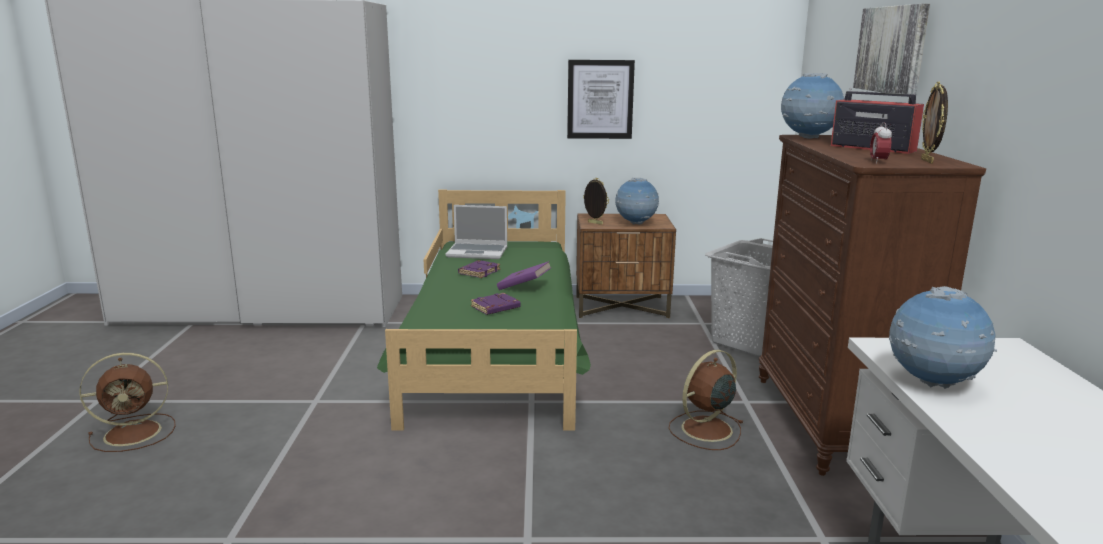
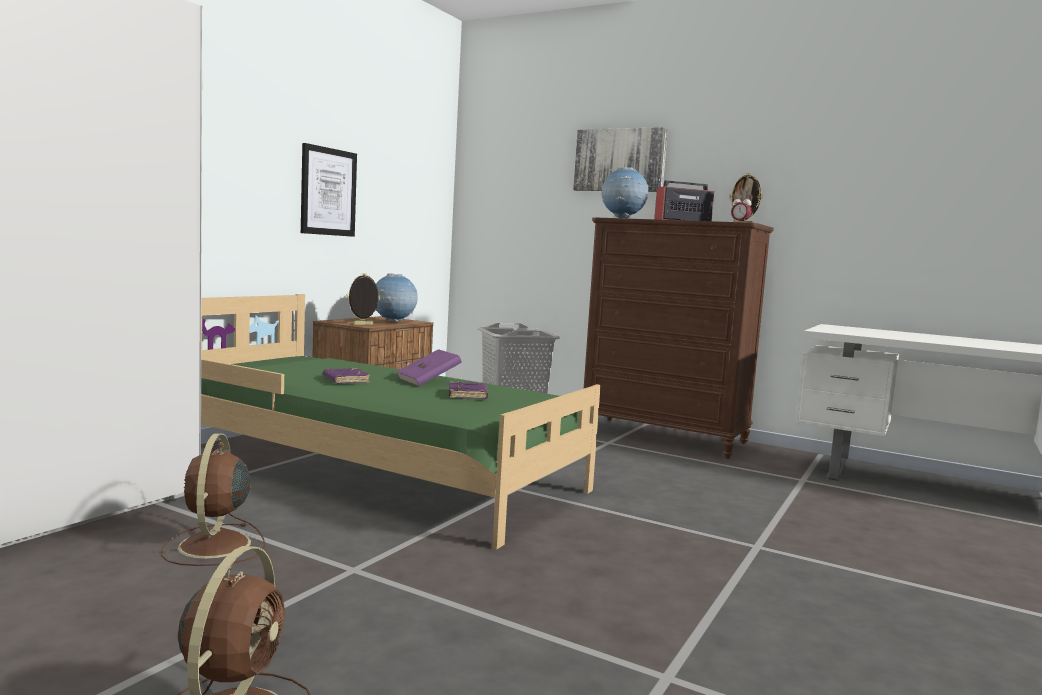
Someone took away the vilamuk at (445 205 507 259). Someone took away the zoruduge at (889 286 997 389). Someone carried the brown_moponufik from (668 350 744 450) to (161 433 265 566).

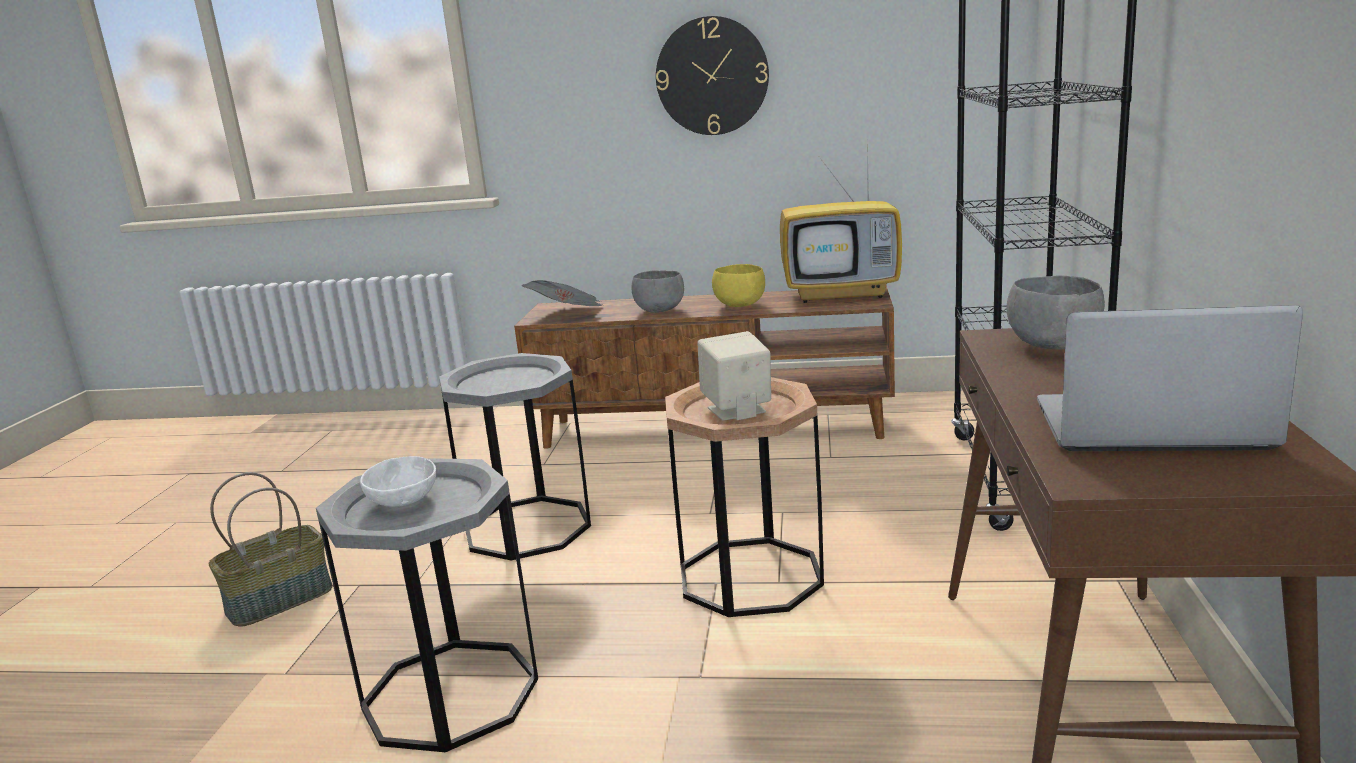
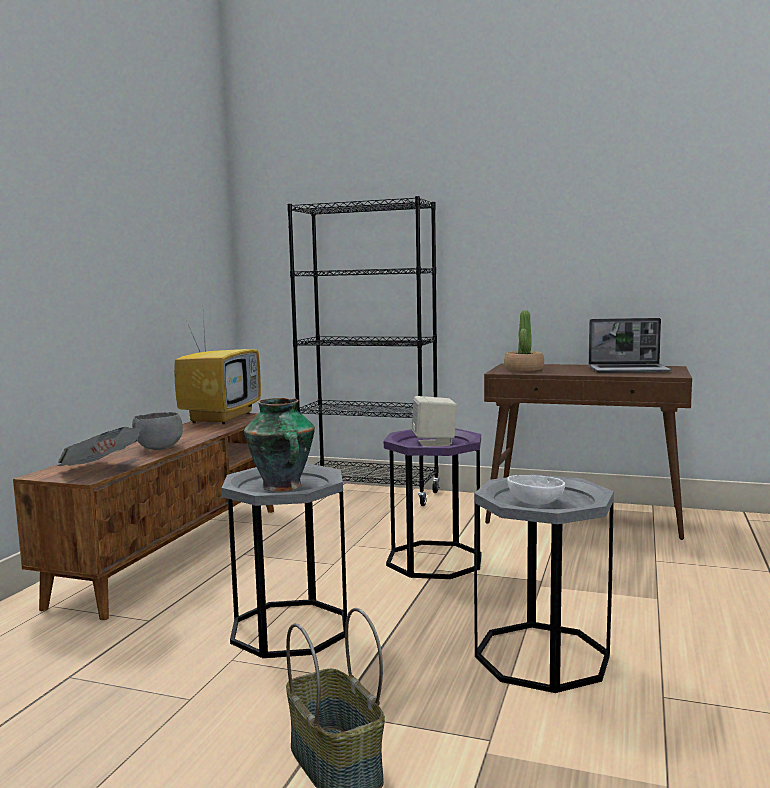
Someone took away the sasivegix at (656 16 769 135). Someone took away the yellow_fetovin at (712 264 765 307). Someone put down the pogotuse at (244 398 315 492). Someone swapped the grey_fetovin at (1007 276 1105 350) for the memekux at (504 310 544 372). Someone repainted the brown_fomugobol at (665 377 824 617), which became the purple_fomugobol at (384 428 481 579). Someone rotated the vilamuk at (1037 305 1303 451) by 105 degrees counterclockwise.

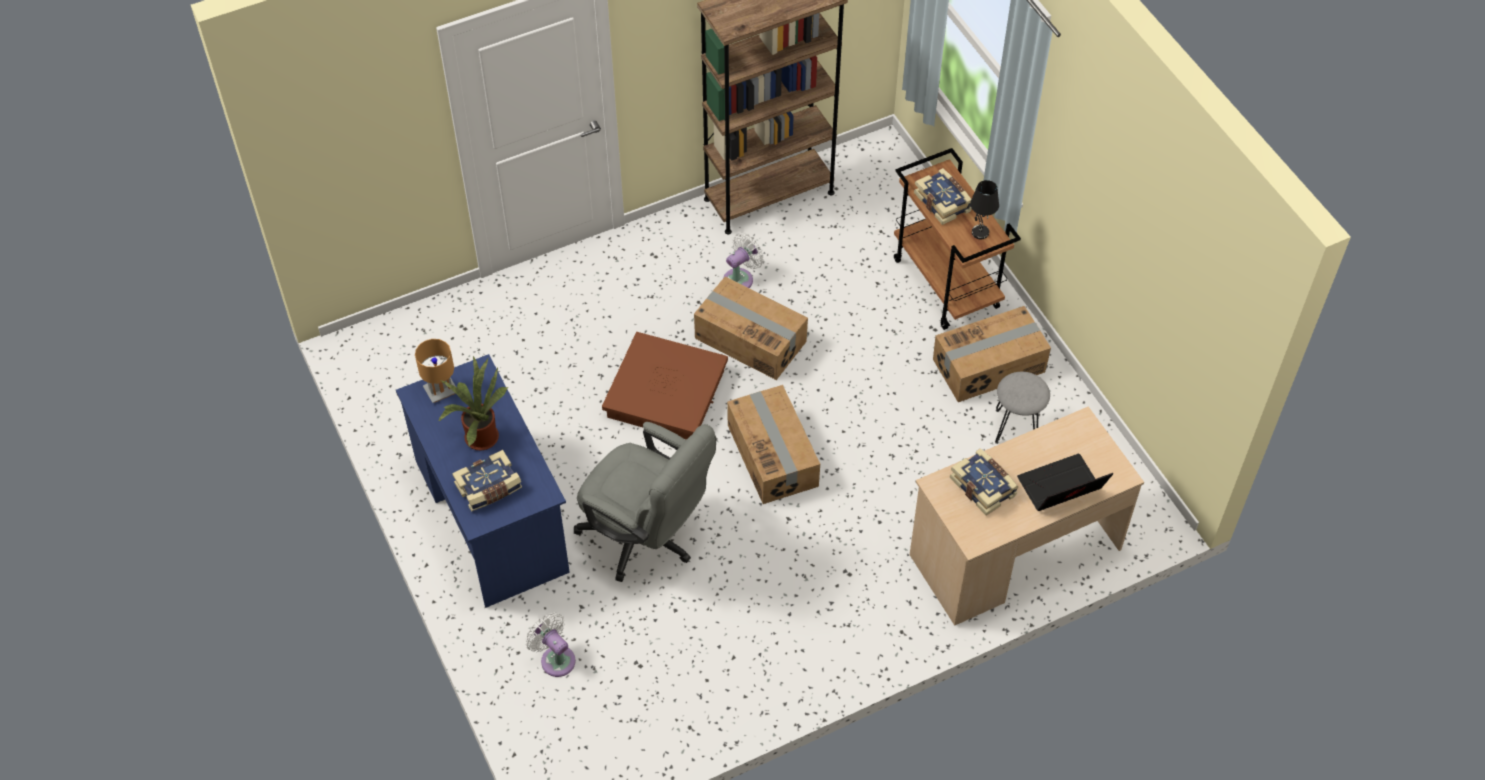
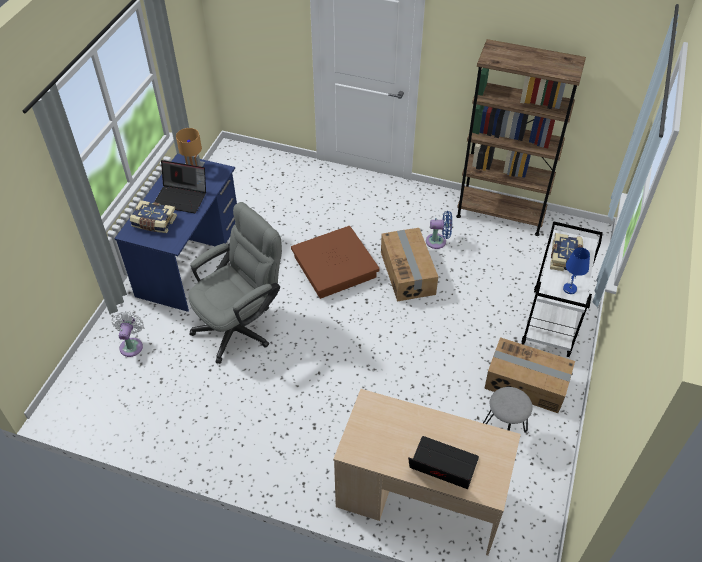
Someone took away the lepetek at (727 385 820 504). Someone took away the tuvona at (950 448 1018 515). Someone swapped the memekux at (439 356 509 451) for the vilamuk at (154 160 206 213). Someone repainted the white_moponufik at (724 233 764 288), which became the blue_moponufik at (426 211 452 249). Someone repainted the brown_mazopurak at (894 148 1021 330), which became the white_mazopurak at (522 221 603 357). Someone repainted the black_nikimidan at (970 180 999 239), which became the blue_nikimidan at (563 247 590 294). Someone rotated the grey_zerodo at (574 422 716 582) by 120 degrees counterclockwise.

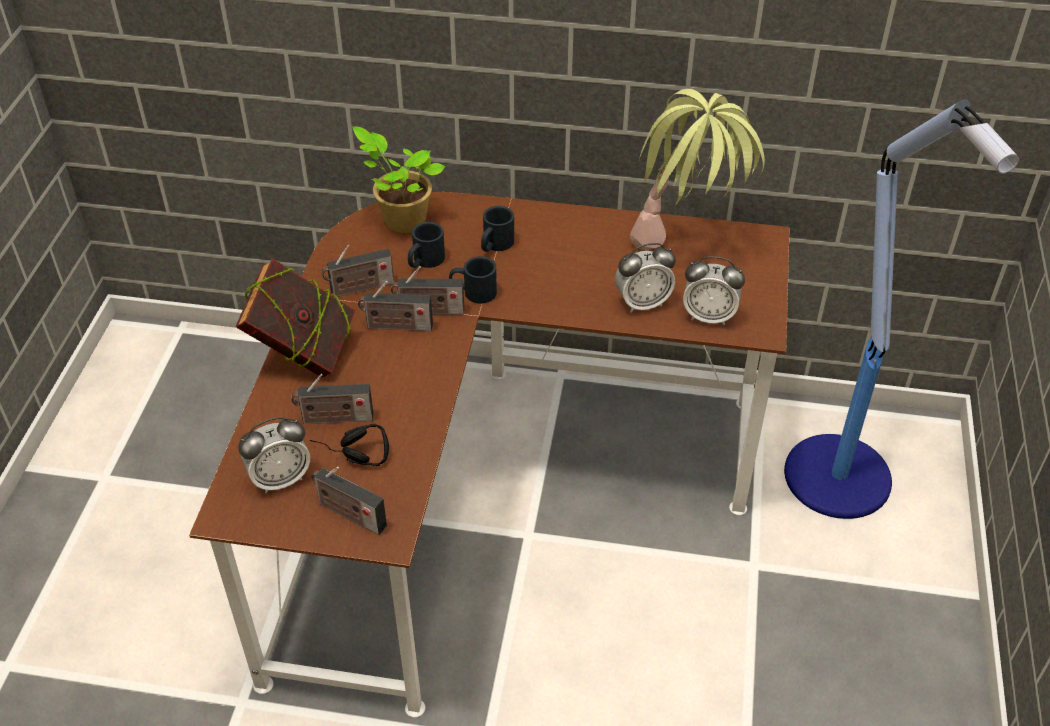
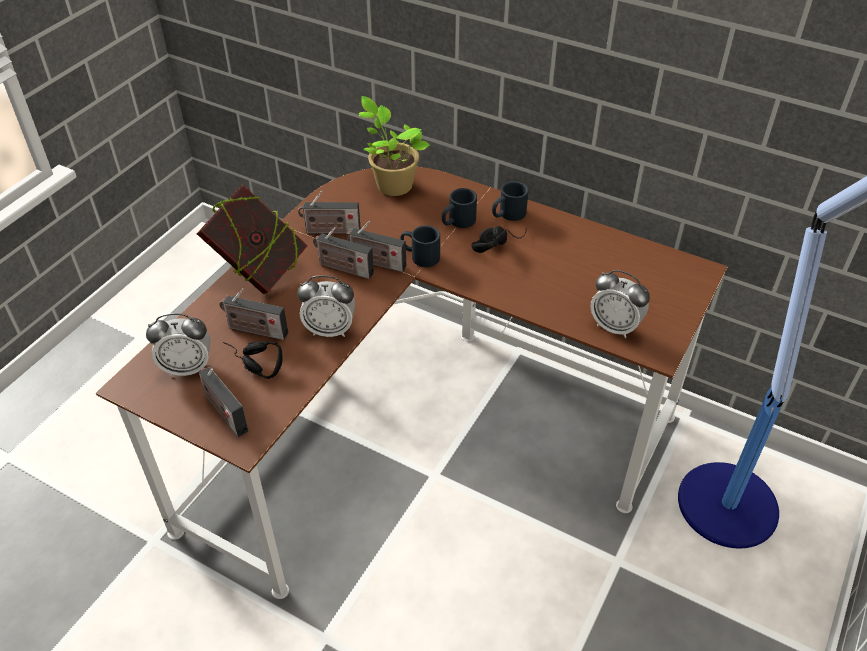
Someone took away the memekux at (630 89 765 250). Someone put down the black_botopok at (472 226 527 253). Someone carried the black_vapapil from (408 222 445 268) to (492 181 529 221). Someone carried the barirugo from (615 243 676 313) to (297 275 355 337).

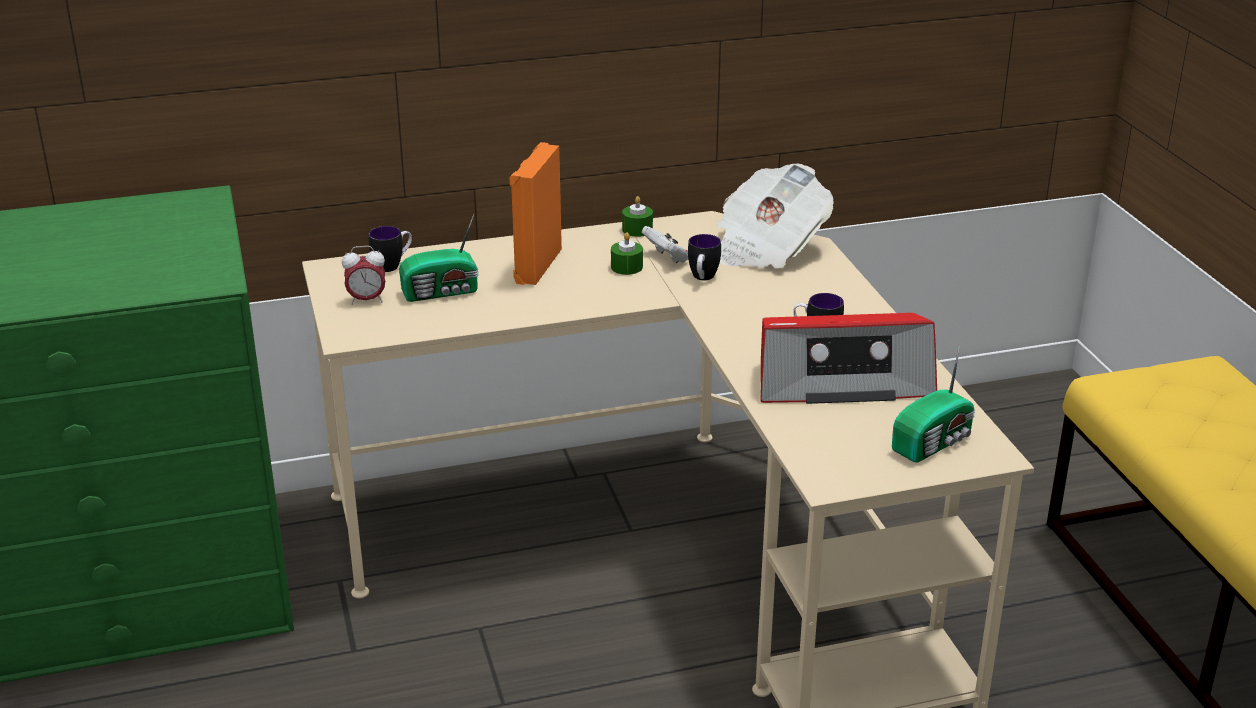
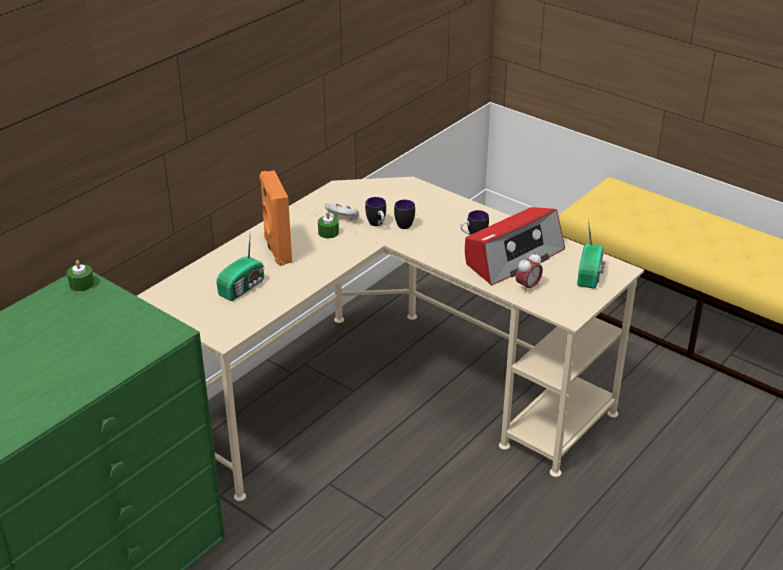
Someone took away the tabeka at (716 163 834 269). Someone carried the barirugo from (342 246 385 305) to (515 252 543 293). Someone carried the vapapil from (369 226 412 272) to (394 200 415 229). Someone carried the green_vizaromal from (622 196 653 237) to (67 260 94 291).

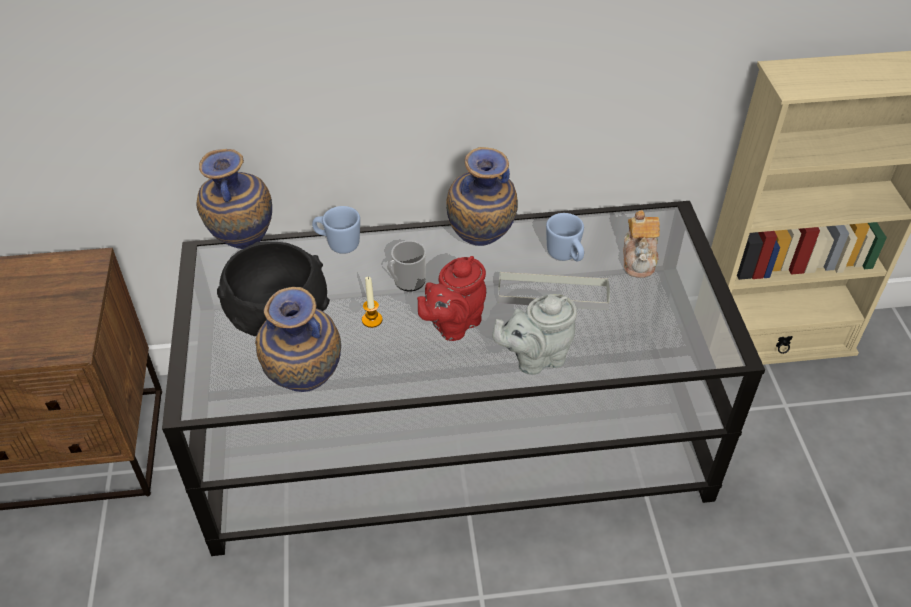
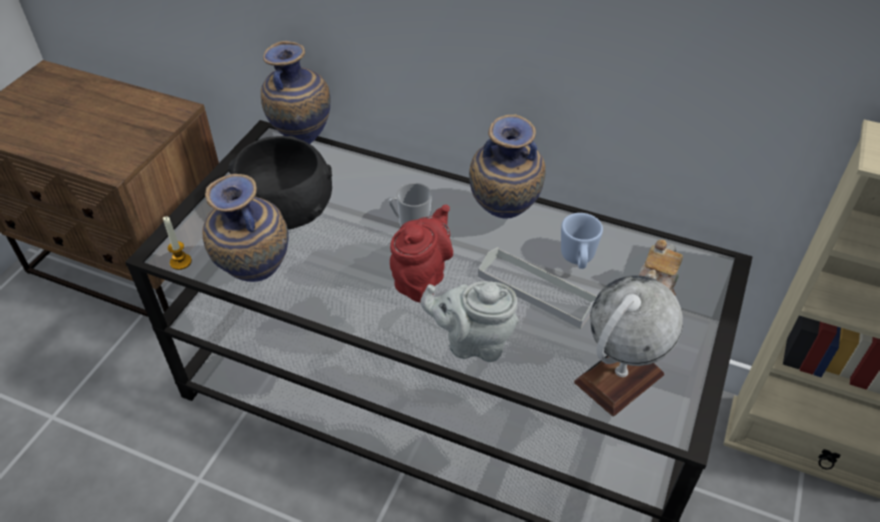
Someone took away the blue_vapapil at (312 206 360 254). Someone put down the zoruduge at (574 275 683 416). Someone carried the vizaromal from (362 277 383 328) to (163 216 192 270). Someone rotated the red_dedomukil at (417 256 486 341) by 135 degrees clockwise.

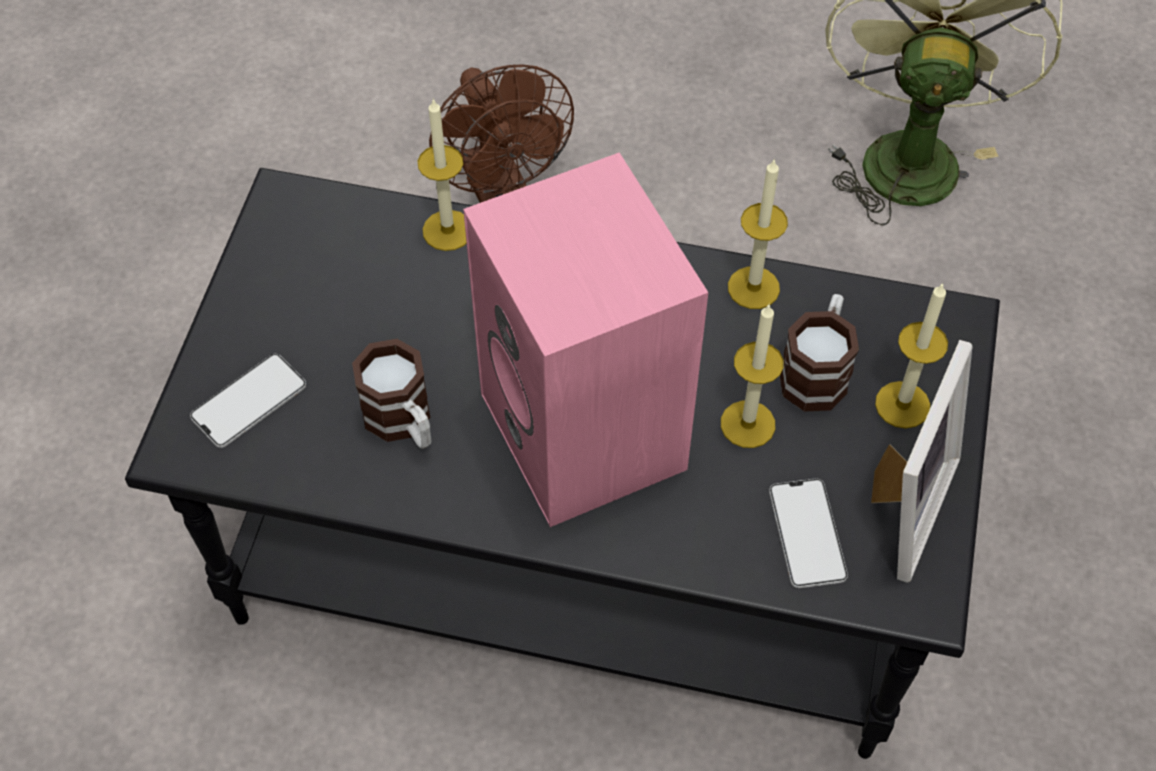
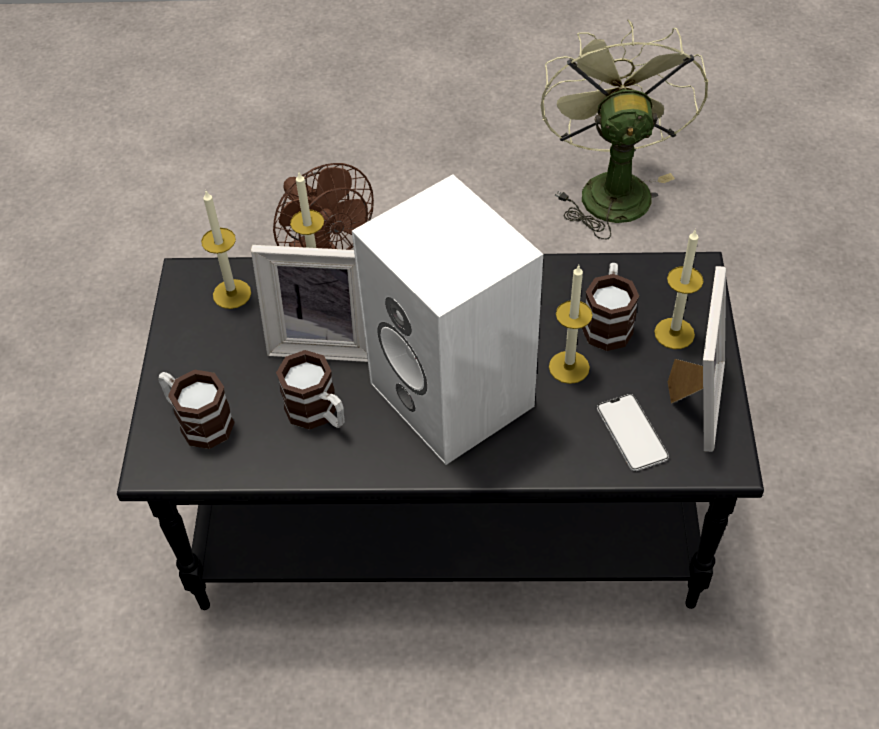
Someone put down the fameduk at (251 245 368 362). Someone carried the vizaromal from (728 160 788 309) to (201 191 251 309). Someone swapped the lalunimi at (190 354 306 448) for the vapapil at (159 370 235 449). Someone repainted the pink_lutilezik at (463 152 708 527), which became the white_lutilezik at (352 174 543 465).

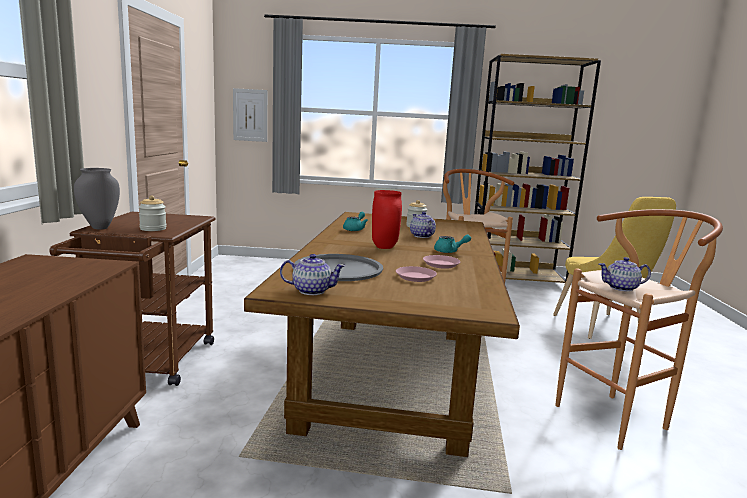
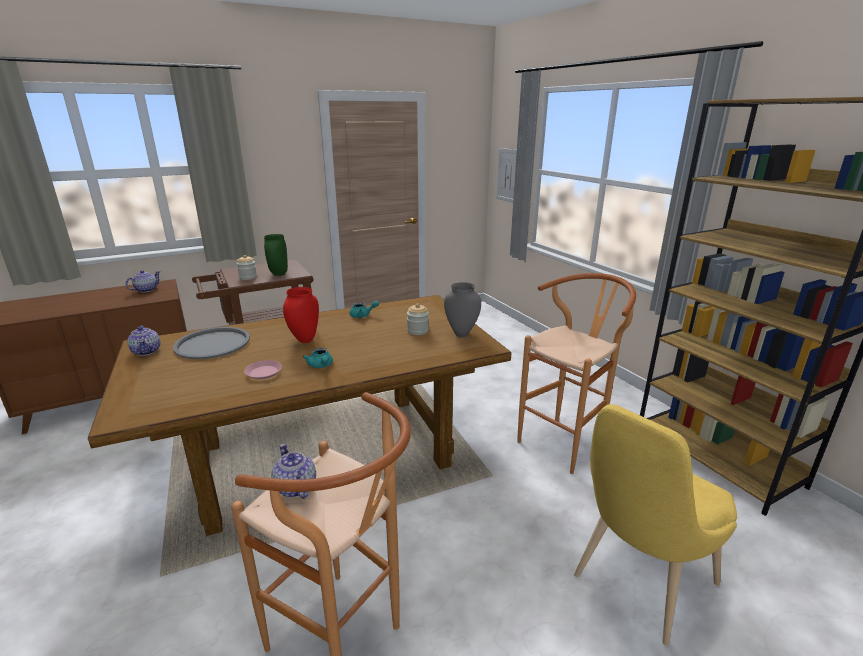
Someone took away the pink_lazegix at (396 266 437 282). Someone put down the green_pogotuse at (264 234 288 276). Someone carried the grey_pogotuse from (74 168 120 229) to (444 282 481 338). Someone carried the dedomukil from (410 211 436 238) to (126 270 160 292).

